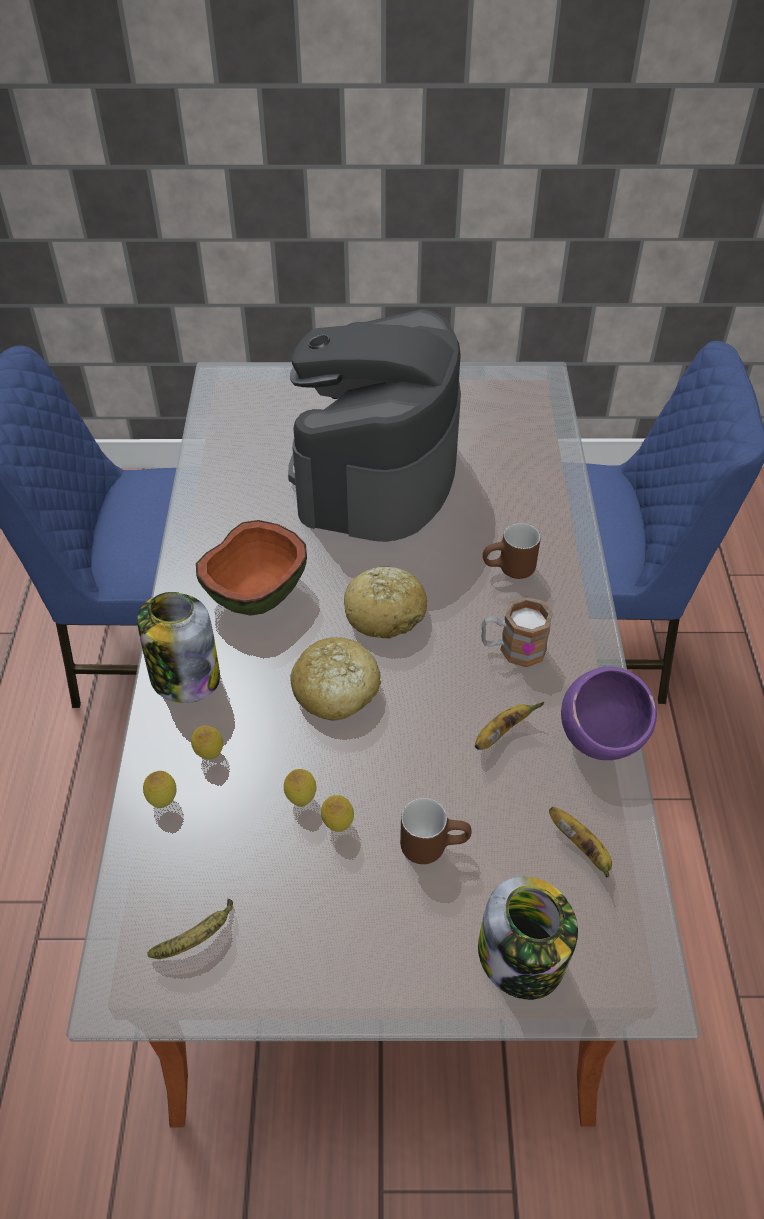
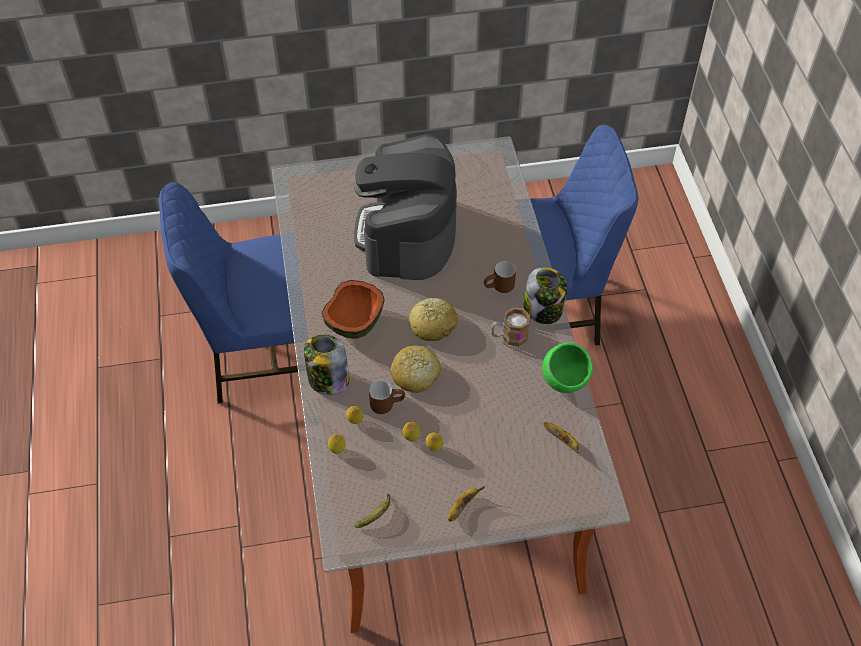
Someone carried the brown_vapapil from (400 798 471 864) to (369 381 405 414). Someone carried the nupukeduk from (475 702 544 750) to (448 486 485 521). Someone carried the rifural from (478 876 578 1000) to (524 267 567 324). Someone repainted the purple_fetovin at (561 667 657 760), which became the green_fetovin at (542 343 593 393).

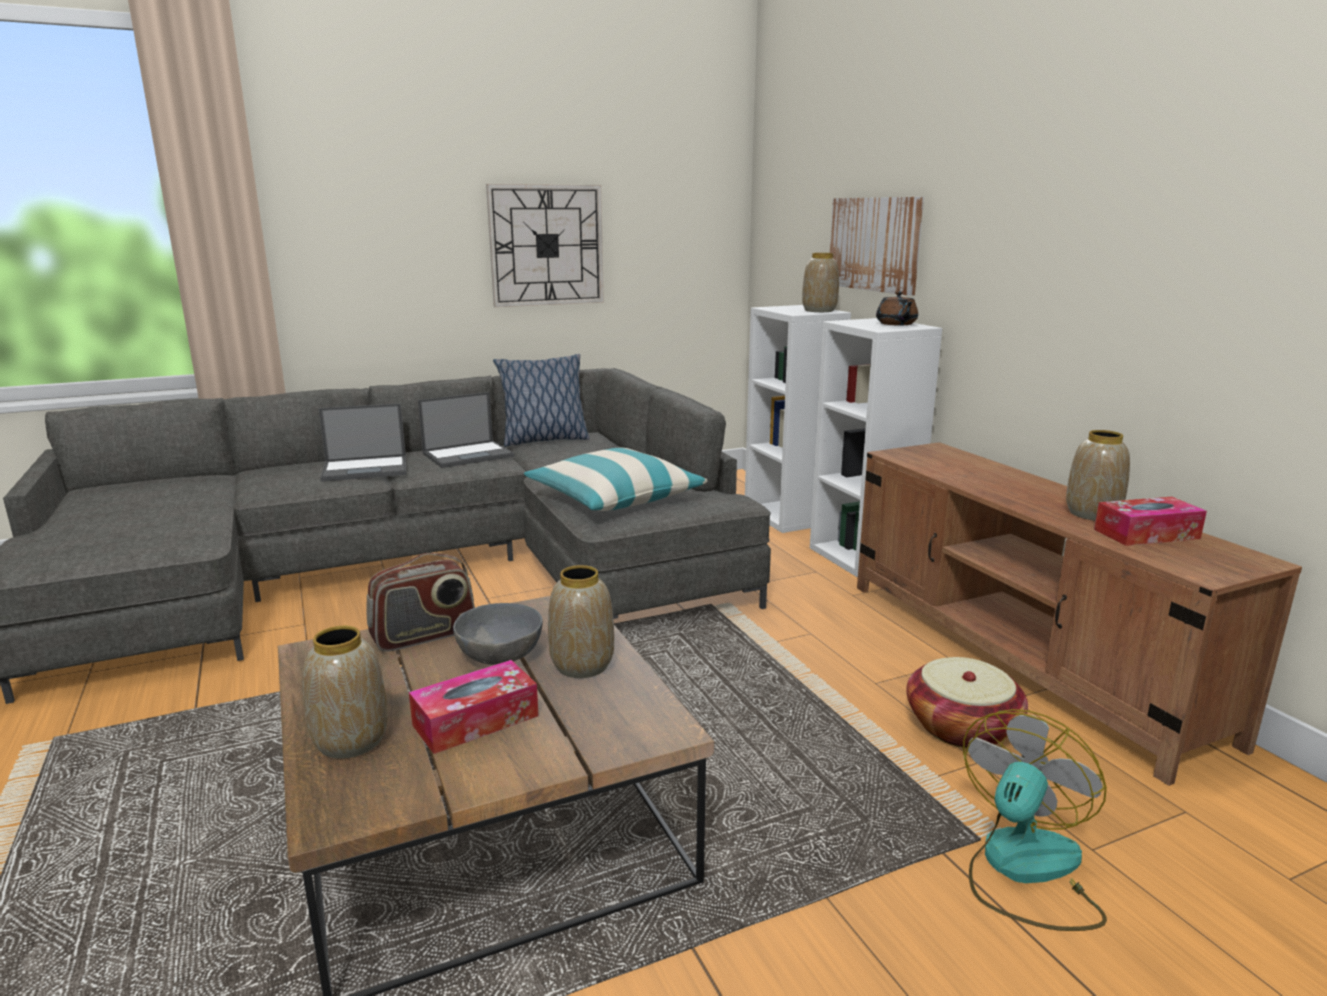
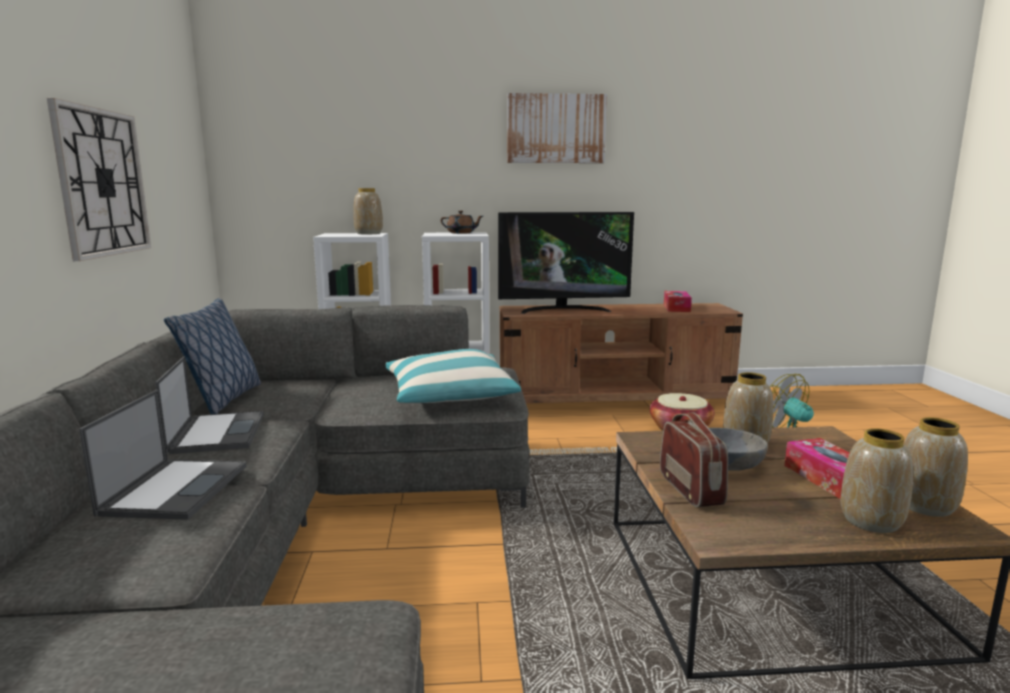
Someone put down the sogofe at (498 212 634 314). Someone carried the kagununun from (830 197 924 296) to (507 93 607 163). Someone carried the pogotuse from (1066 430 1130 521) to (904 417 968 517).

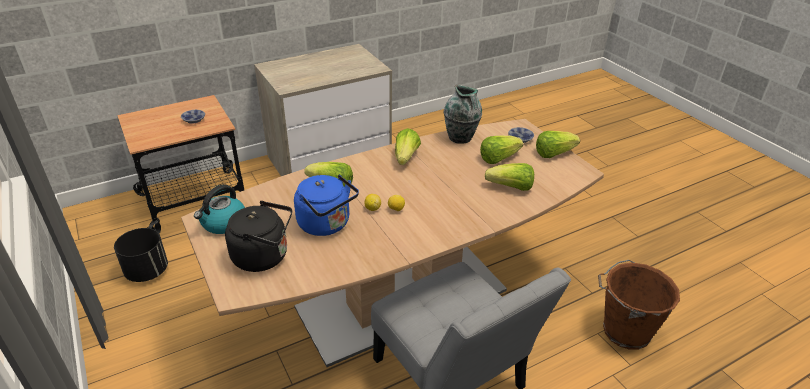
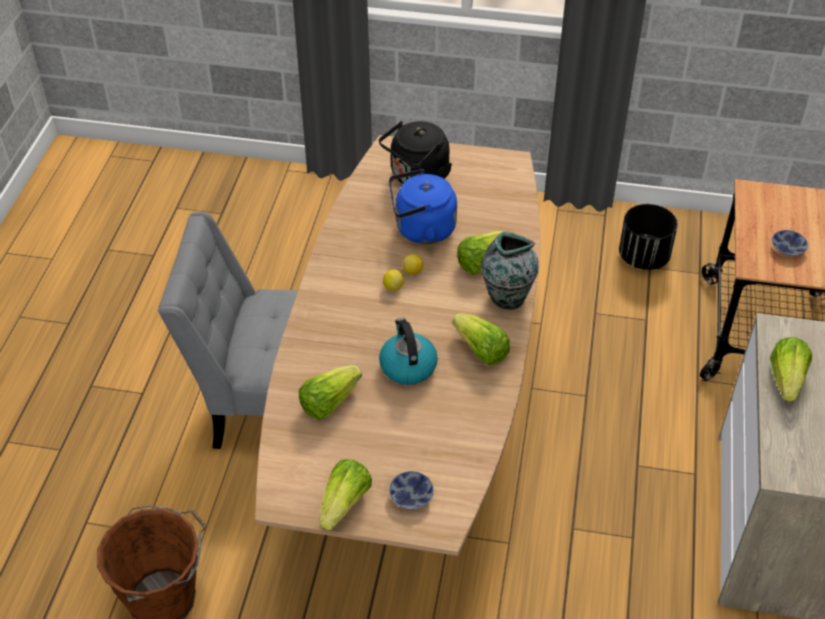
Someone carried the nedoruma from (194 184 245 234) to (379 318 438 385). Someone carried the pogotuse from (444 85 482 144) to (481 231 539 310). Someone carried the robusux from (480 136 523 164) to (770 337 812 401).

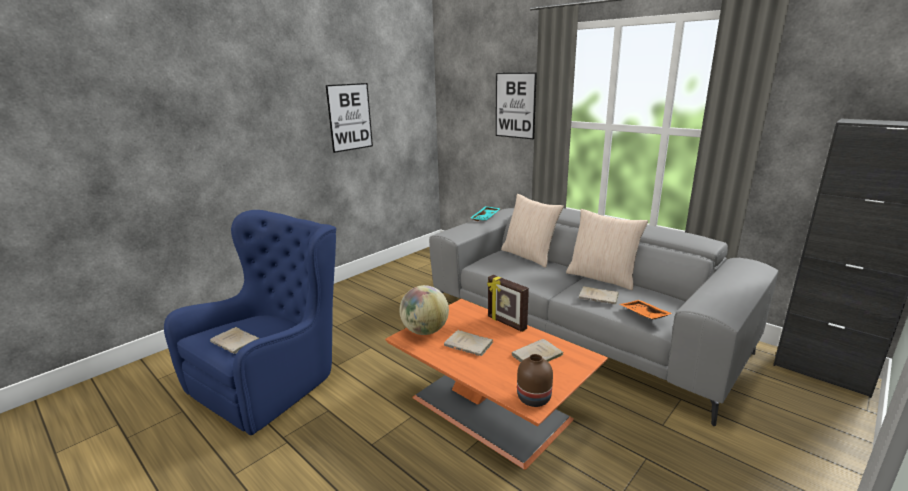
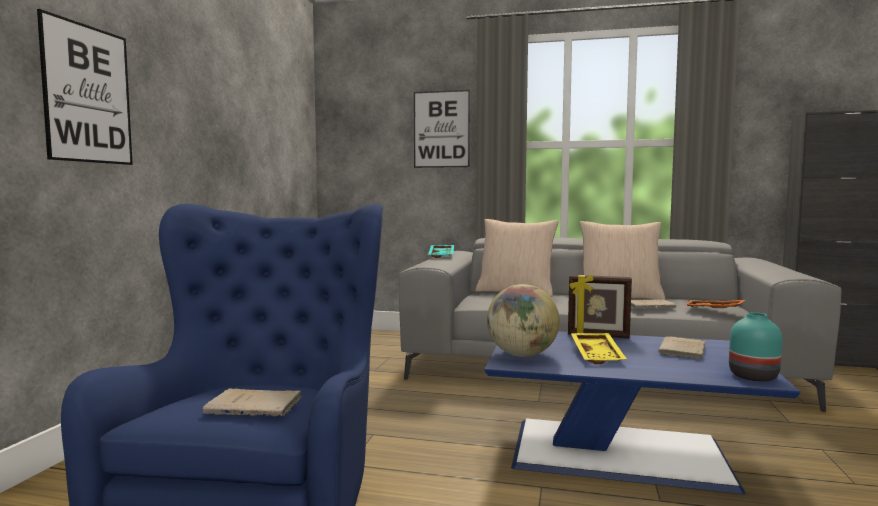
Someone carried the kagununun from (326 83 373 153) to (37 9 133 165). Someone swapped the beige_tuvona at (444 330 493 356) for the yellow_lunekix at (571 333 627 364). Someone repainted the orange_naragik at (385 299 608 470), which became the blue_naragik at (484 331 800 494). Someone repainted the brown_pogotuse at (517 354 553 407), which became the turquoise_pogotuse at (729 312 782 382).

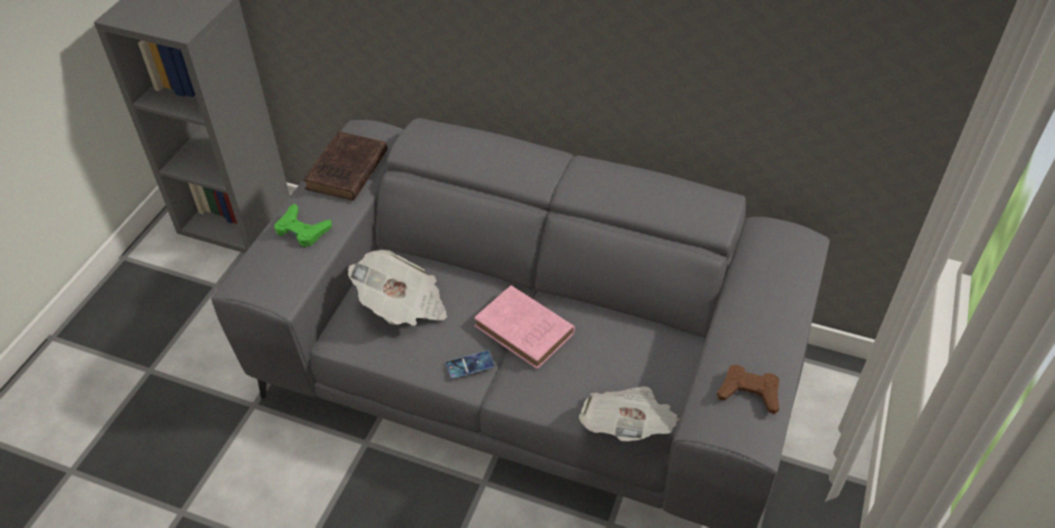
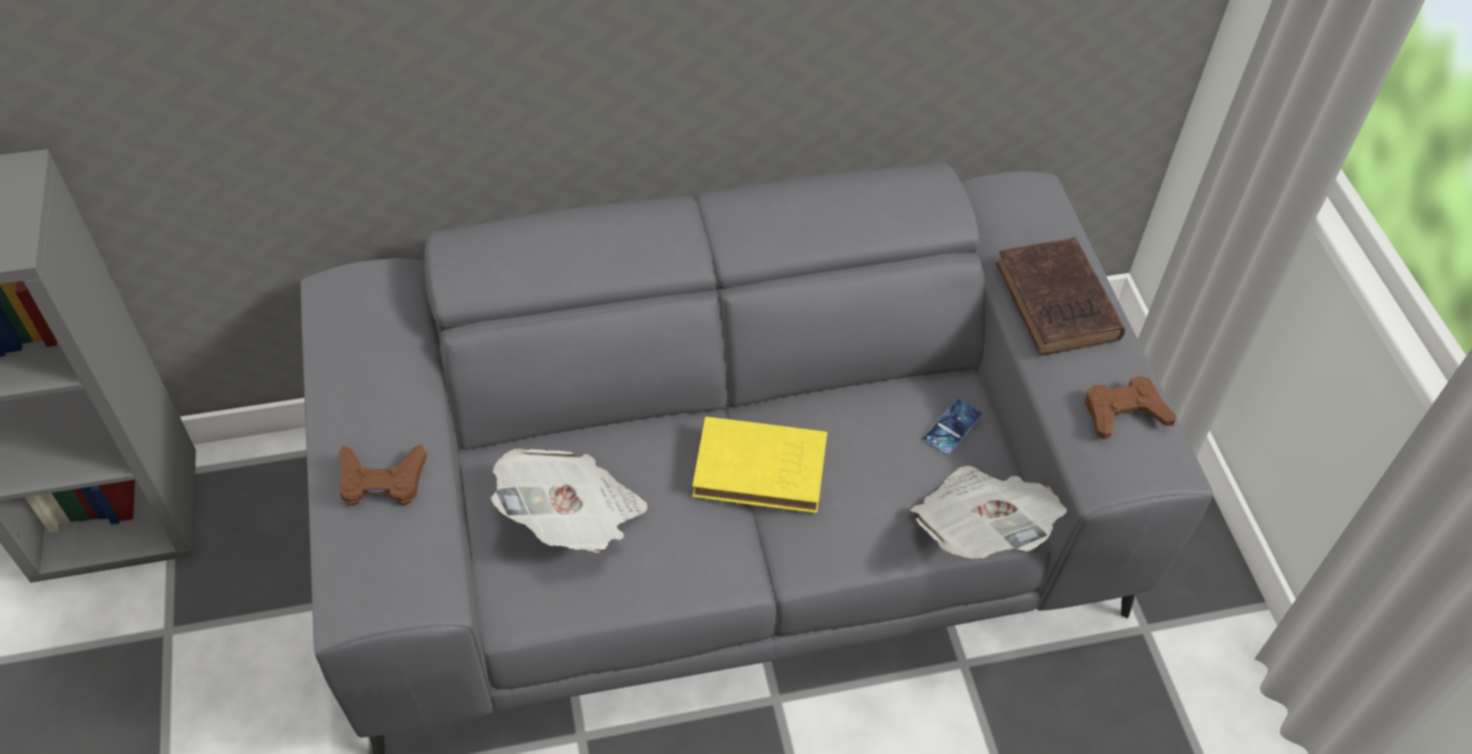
Someone carried the brown_tuvona from (303 131 388 201) to (996 237 1125 356). Someone carried the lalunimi from (446 350 494 379) to (923 399 983 455). Someone repainted the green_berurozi at (274 203 332 247), which became the brown_berurozi at (338 444 427 506). Someone repainted the pink_tuvona at (474 285 575 369), which became the yellow_tuvona at (692 416 827 513).

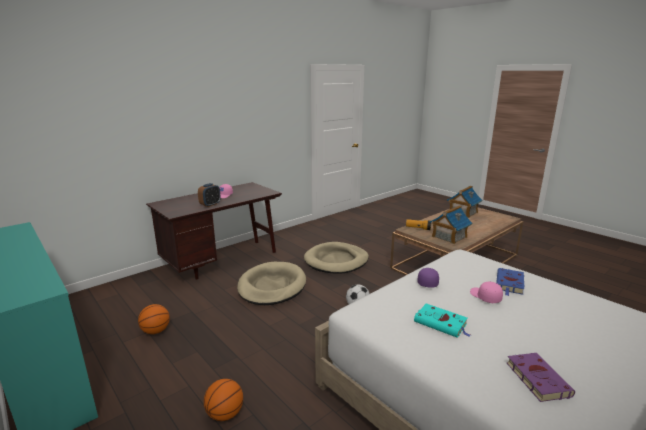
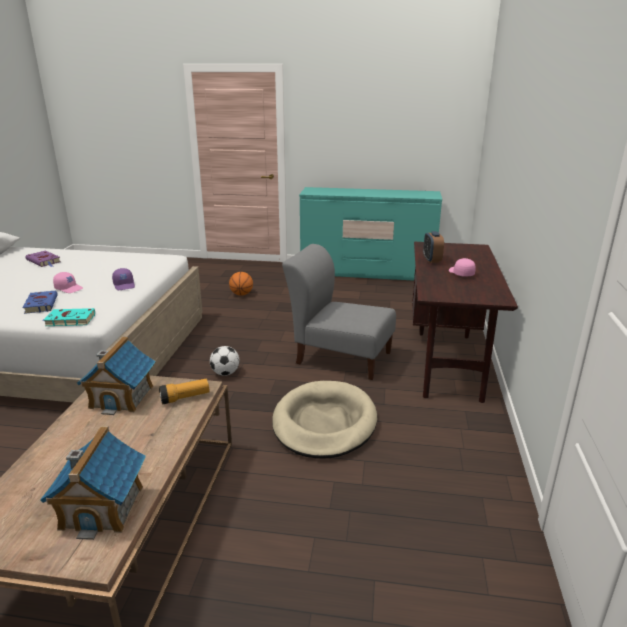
Someone took away the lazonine at (138 304 170 334). Someone carried the turquoise_tuvona from (414 303 470 338) to (43 308 95 326). Someone swapped the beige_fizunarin at (237 262 306 305) for the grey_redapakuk at (282 244 396 380).

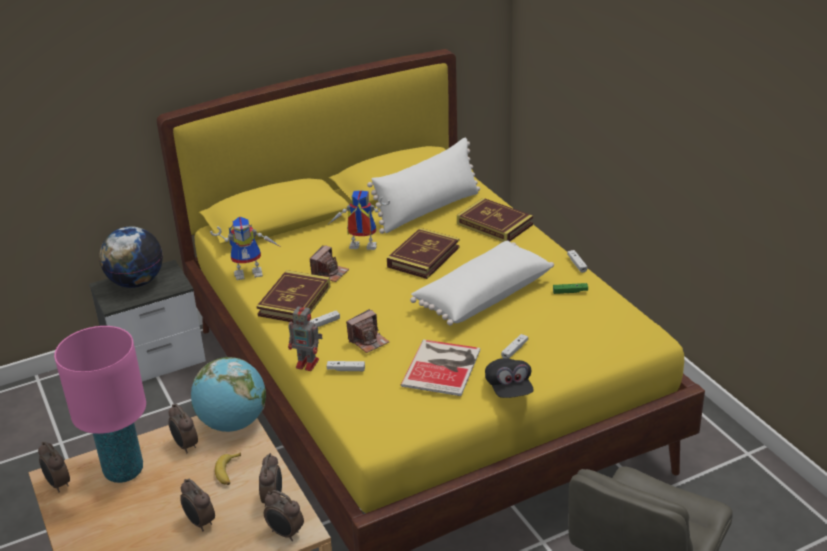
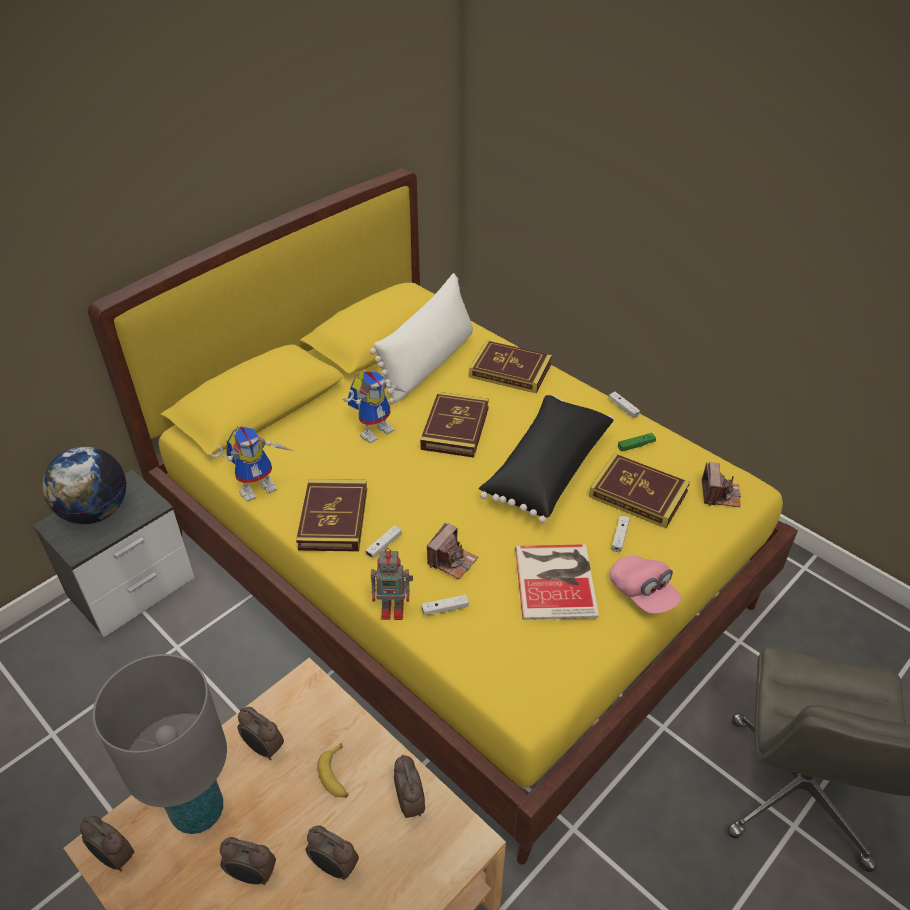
Someone took away the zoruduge at (191 357 266 432). Someone put down the tuvona at (589 453 690 528). Someone carried the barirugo from (264 490 304 541) to (220 837 276 885). Someone carried the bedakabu from (310 245 349 282) to (702 462 741 507). Someone repainted the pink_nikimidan at (54 326 146 483), which became the grey_nikimidan at (93 654 227 834). Someone repainted the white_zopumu at (410 241 554 326), which became the black_zopumu at (479 395 614 523). Someone repainted the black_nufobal at (485 358 534 398), which became the pink_nufobal at (610 556 681 613). Someone rotated the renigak at (329 190 390 250) by 150 degrees clockwise.

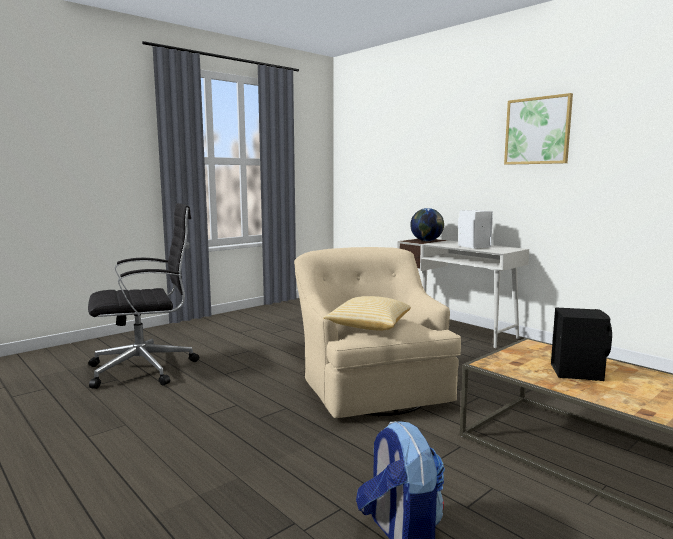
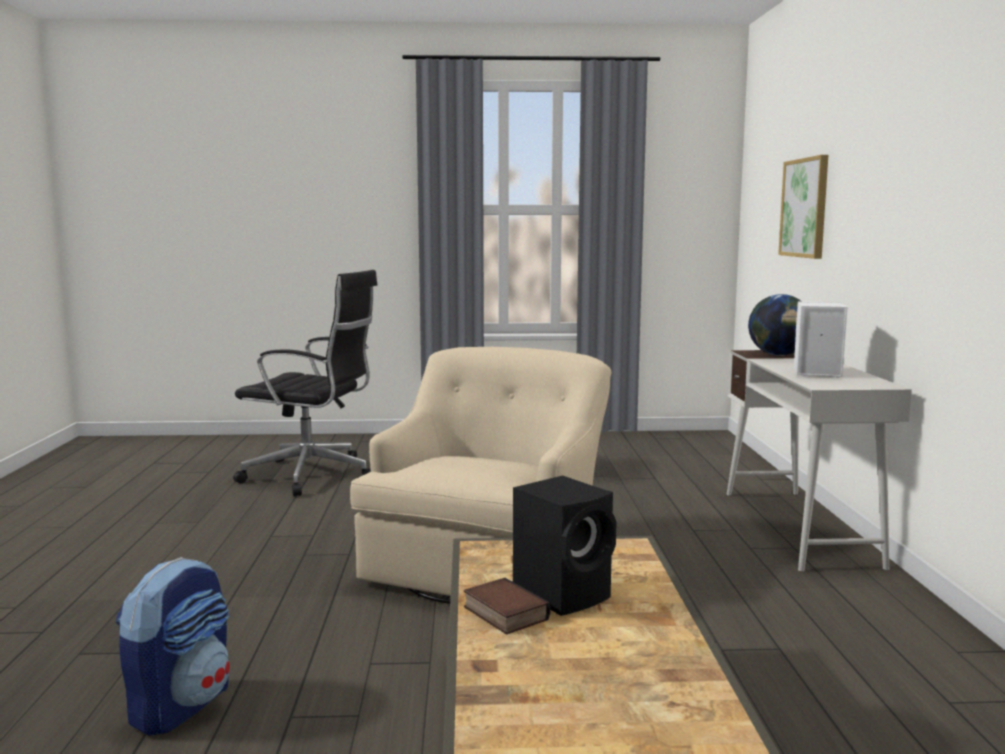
Someone took away the zopumu at (323 296 411 330). Someone put down the tuvona at (464 578 550 635). Someone carried the kagununun from (504 93 573 165) to (778 155 828 259).

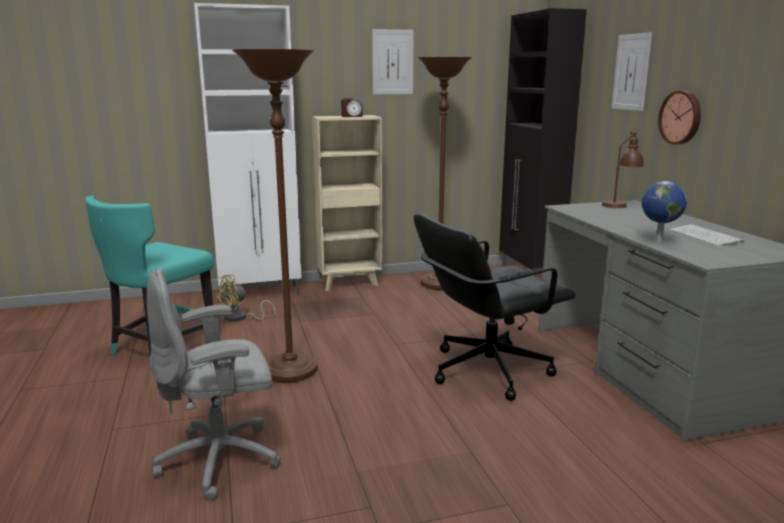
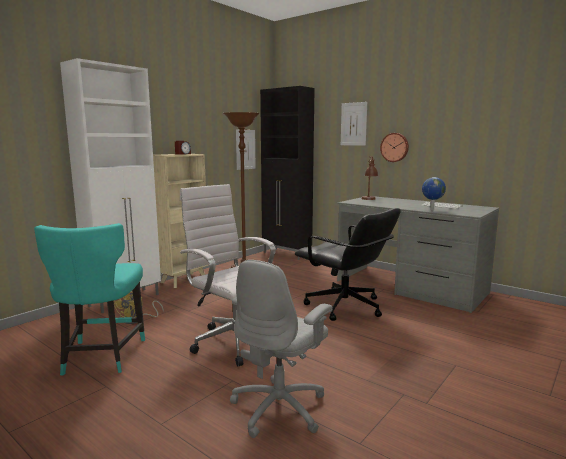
Someone carried the kagununun from (372 29 414 95) to (236 130 256 170). Someone swapped the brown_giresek at (232 49 318 383) for the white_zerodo at (180 184 276 367). Someone rotated the black_zerodo at (414 214 576 401) by 75 degrees counterclockwise.

